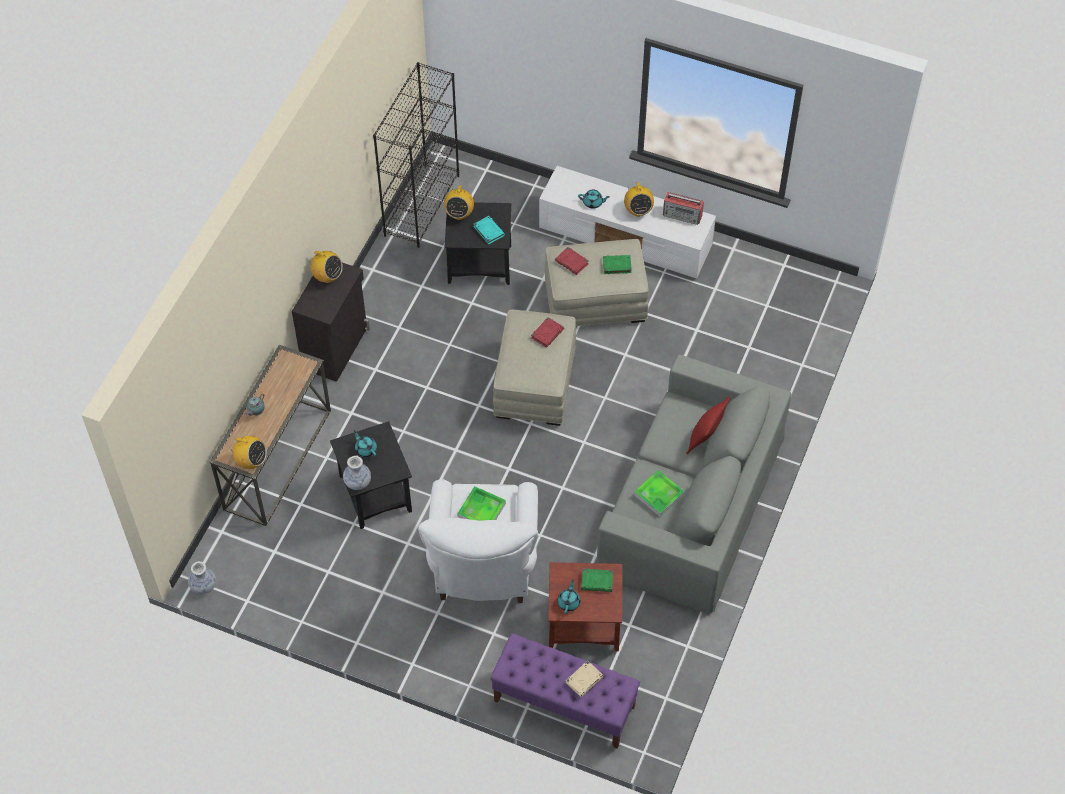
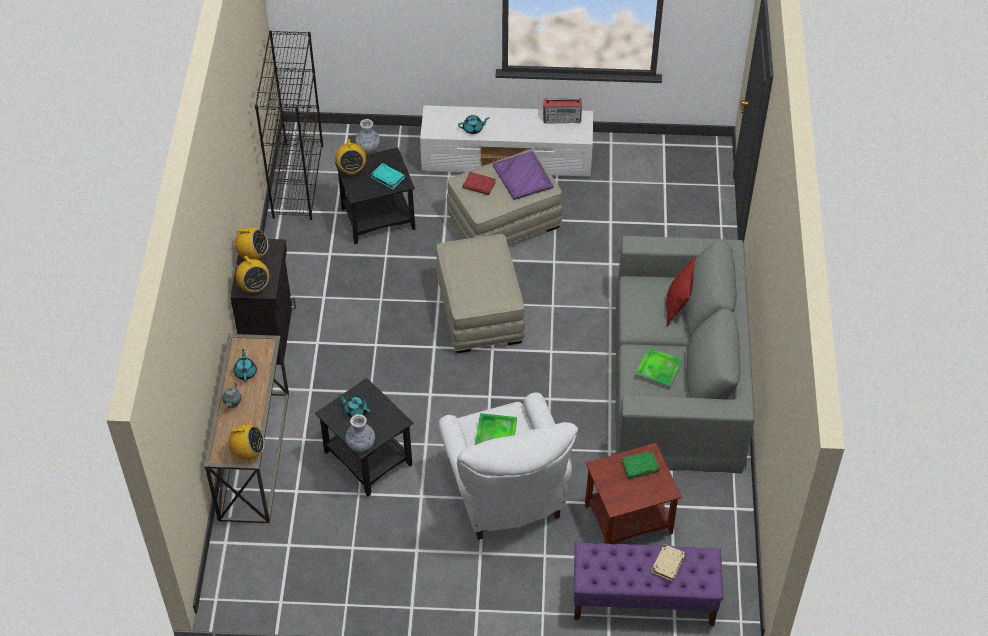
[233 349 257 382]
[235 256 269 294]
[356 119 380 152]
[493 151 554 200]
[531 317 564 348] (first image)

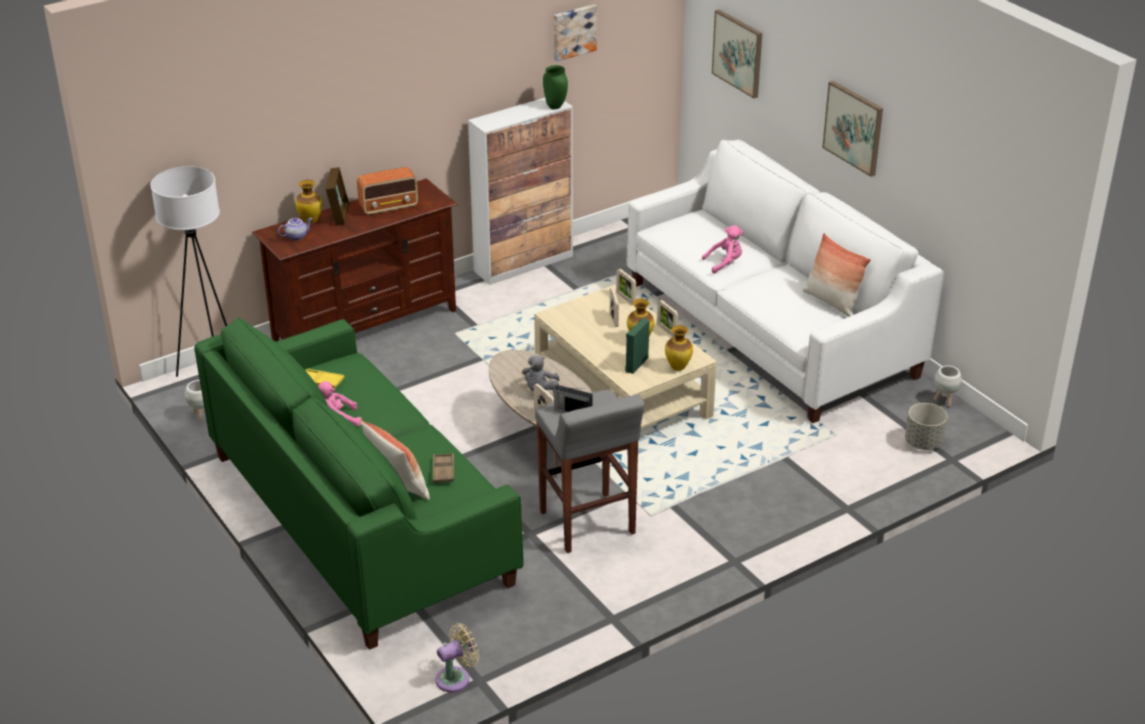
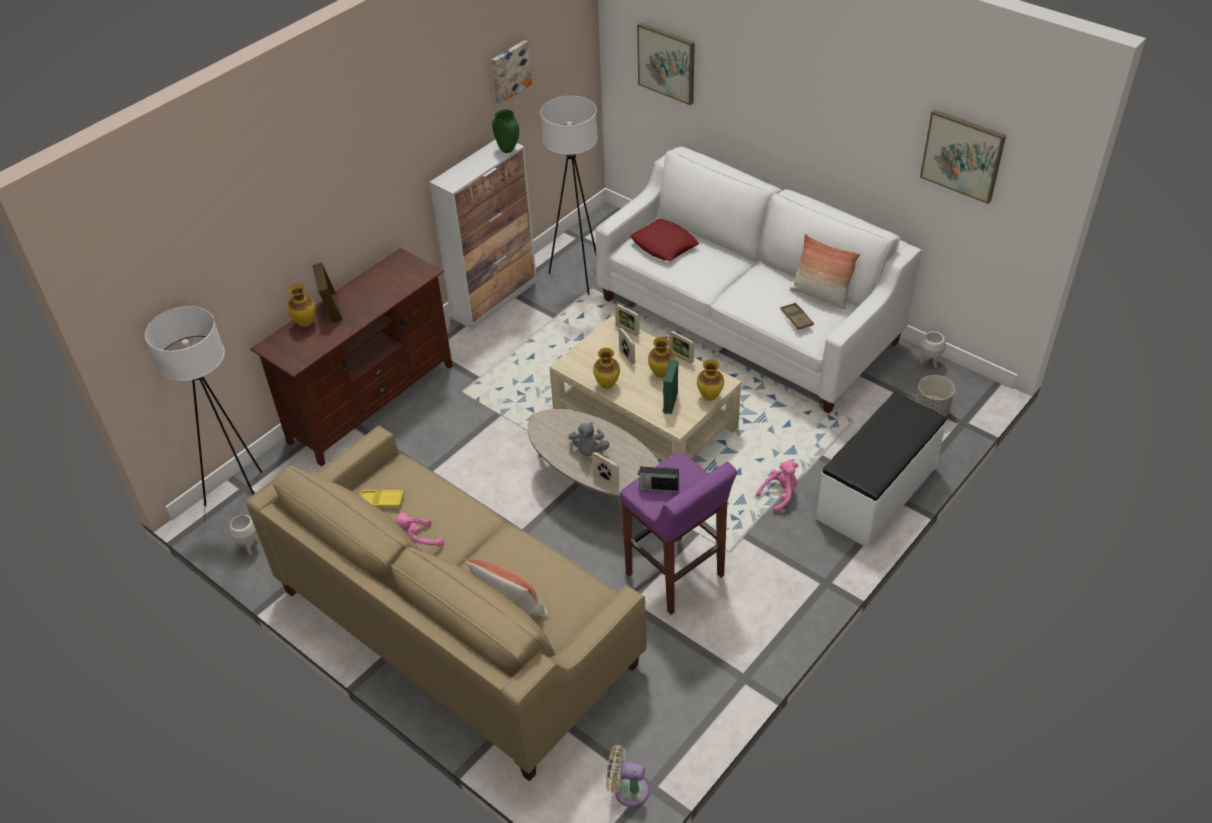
[246 426 647 781]
[540 96 598 295]
[593 348 620 389]
[606 745 649 807]
[620 452 737 615]
[630 219 699 261]
[756 461 799 513]
[781 302 814 330]
[816 392 947 548]
[920 110 1006 204]
[278 218 313 241] (first image)
[357 167 418 215] (first image)

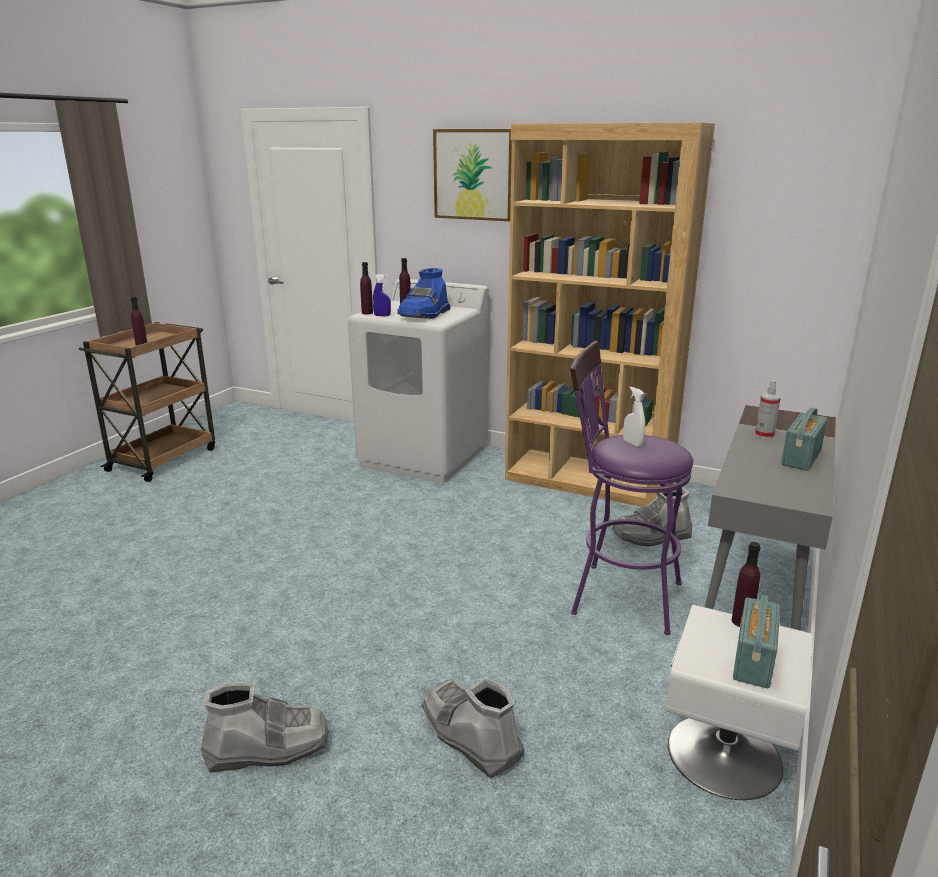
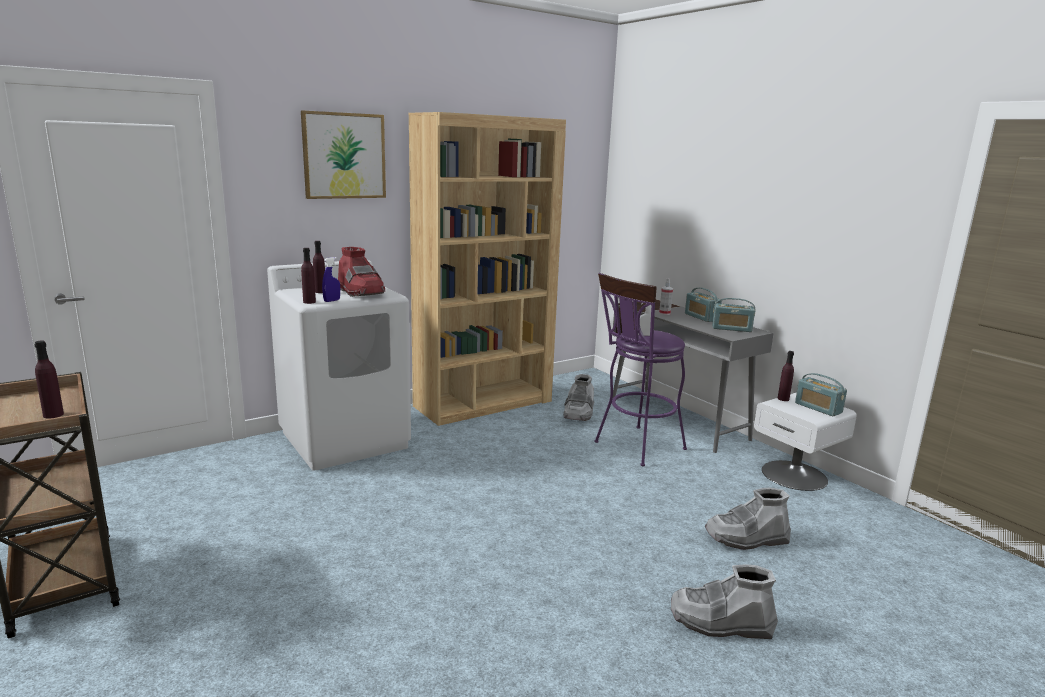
[338 247 385 297]
[671 564 778 639]
[712 298 755 332]

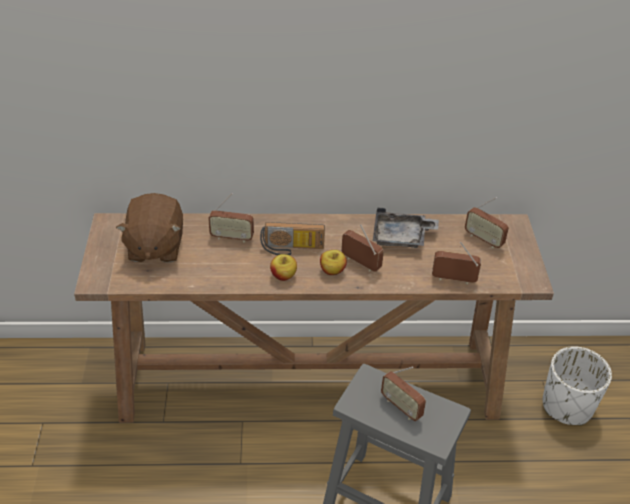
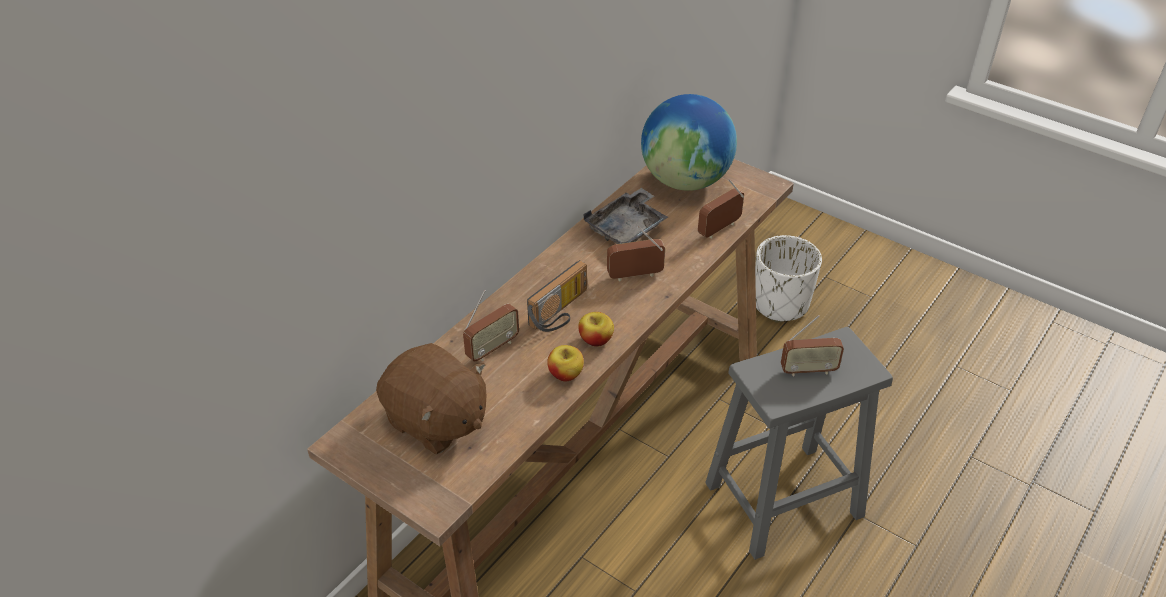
[547 345 584 381]
[641 94 737 191]

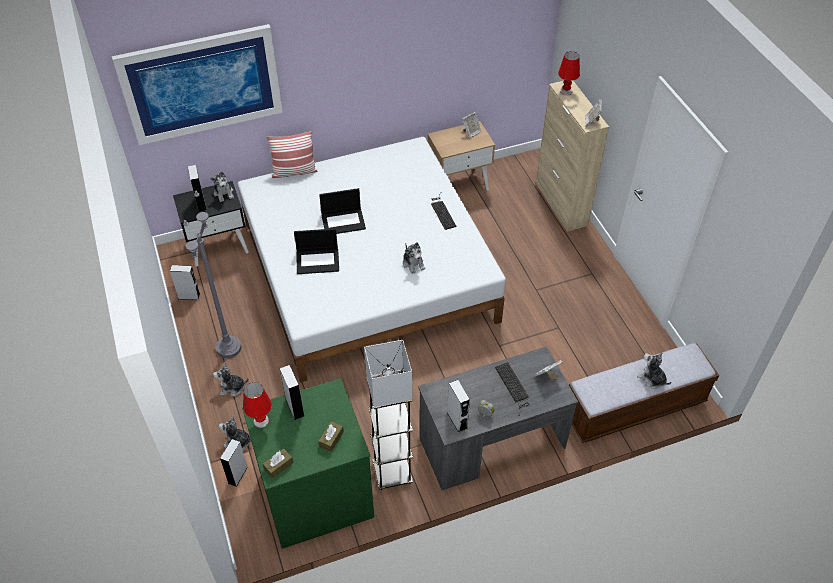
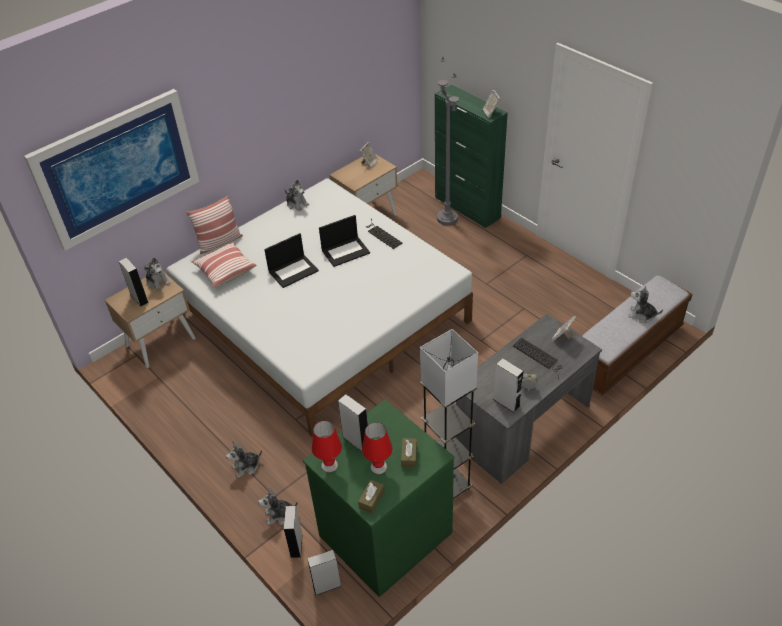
[105 272 195 368]
[192 242 256 288]
[285 180 309 211]
[307 550 341 595]
[319 215 370 267]
[362 422 393 474]
[435 85 508 228]
[437 56 459 225]

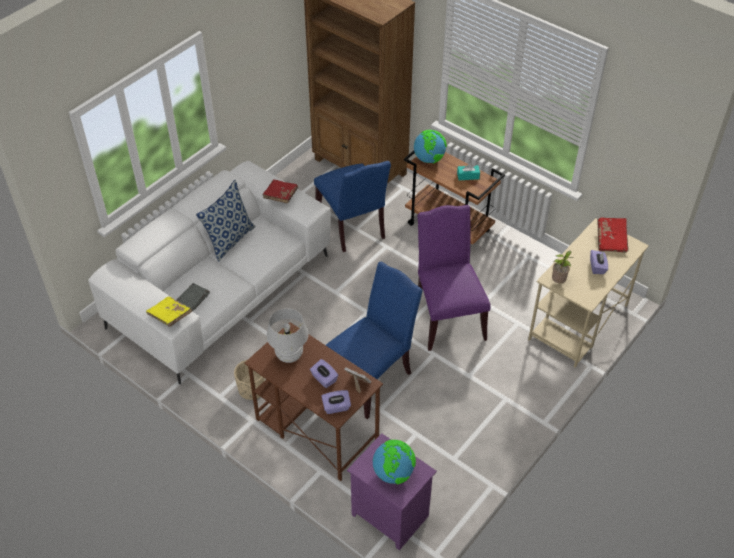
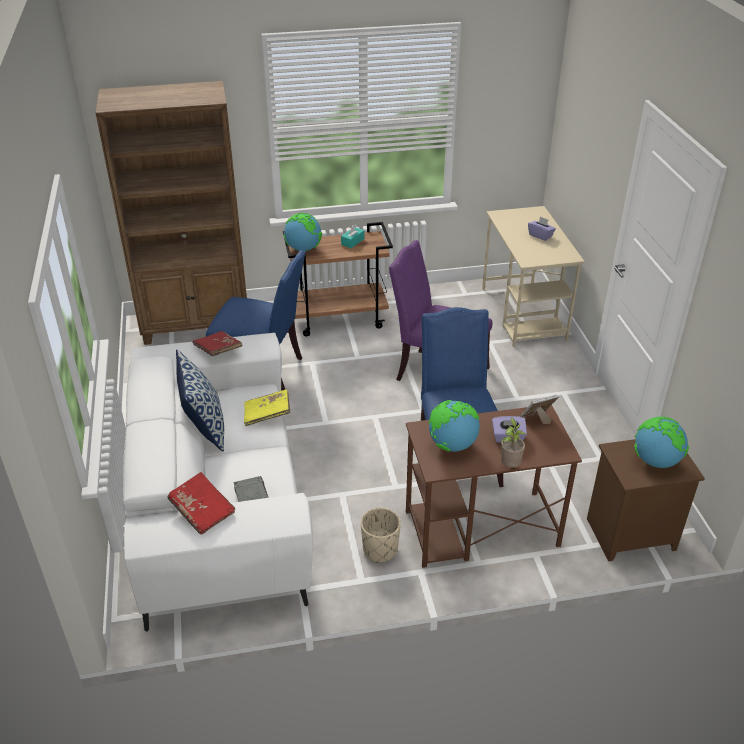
[167 472 235 535]
[244 389 290 426]
[429 400 480 452]
[501 417 527 467]
[587 439 705 561]
[321 390 351 414] (first image)

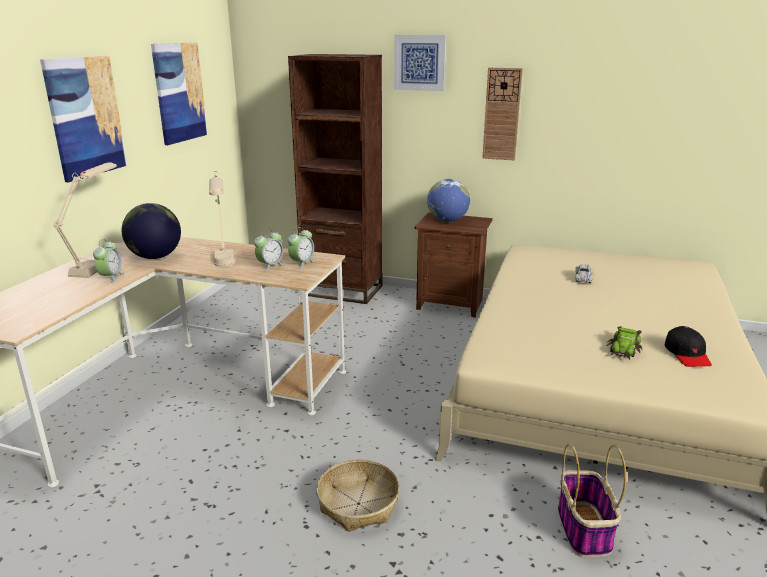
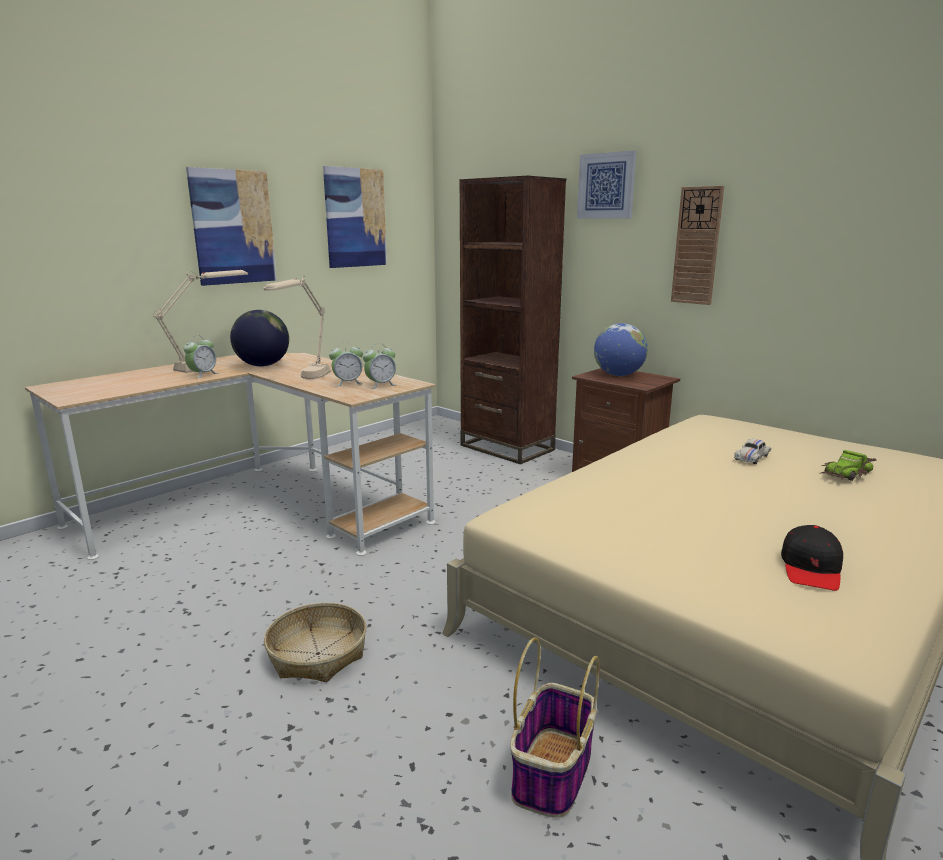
[819 450 877 481]

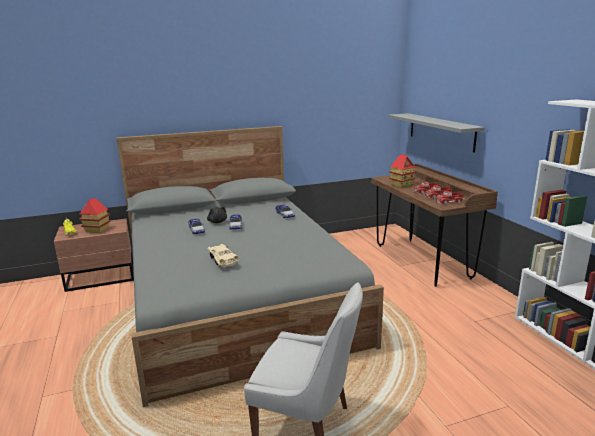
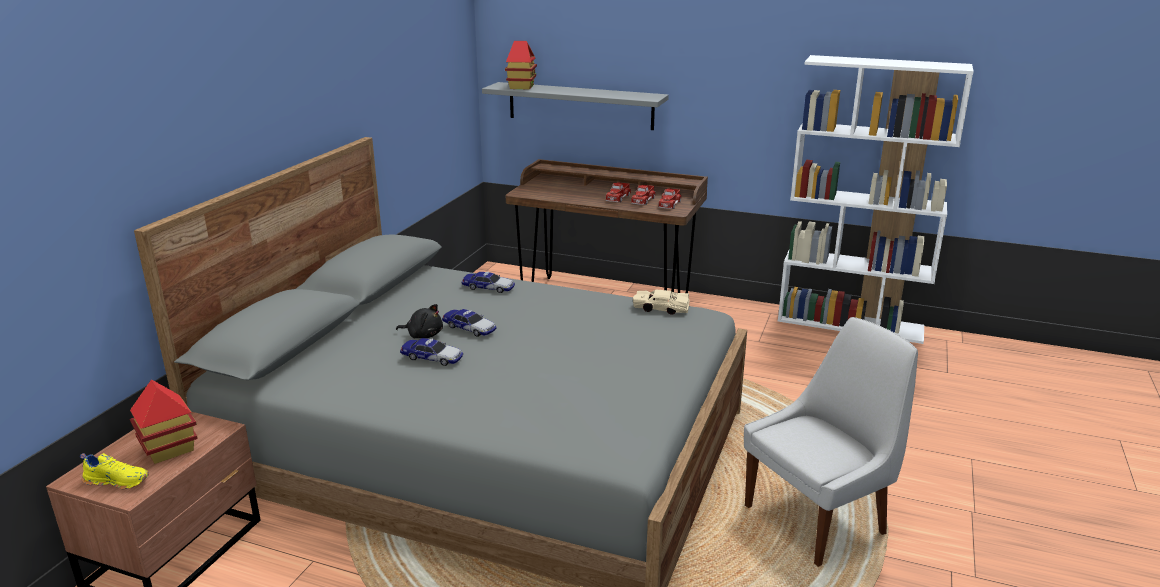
[505 41 537 89]
[633 289 689 315]

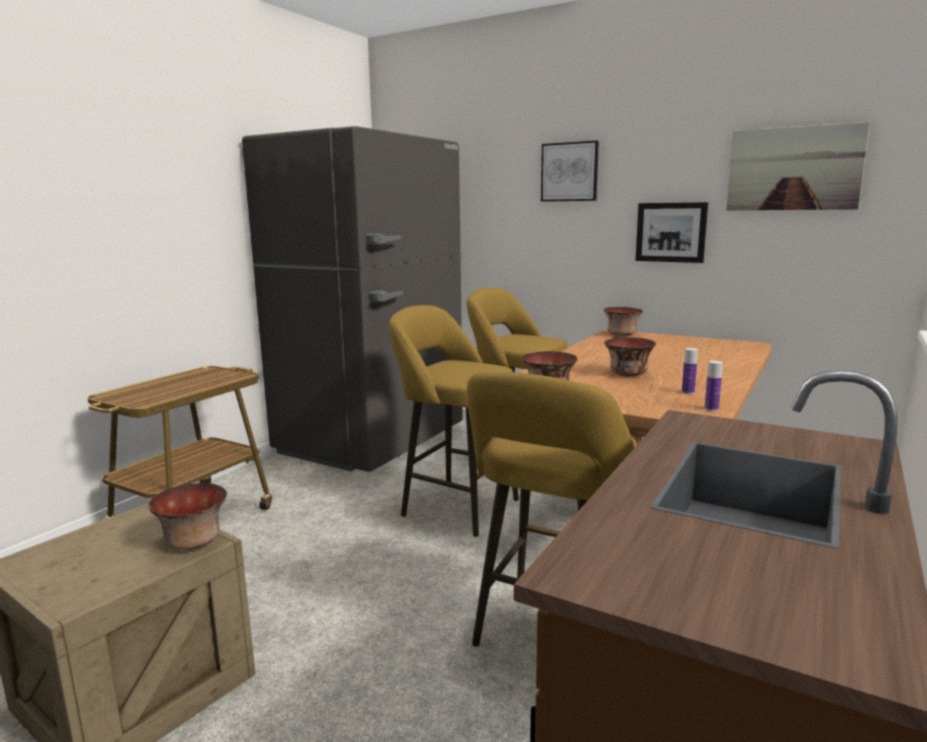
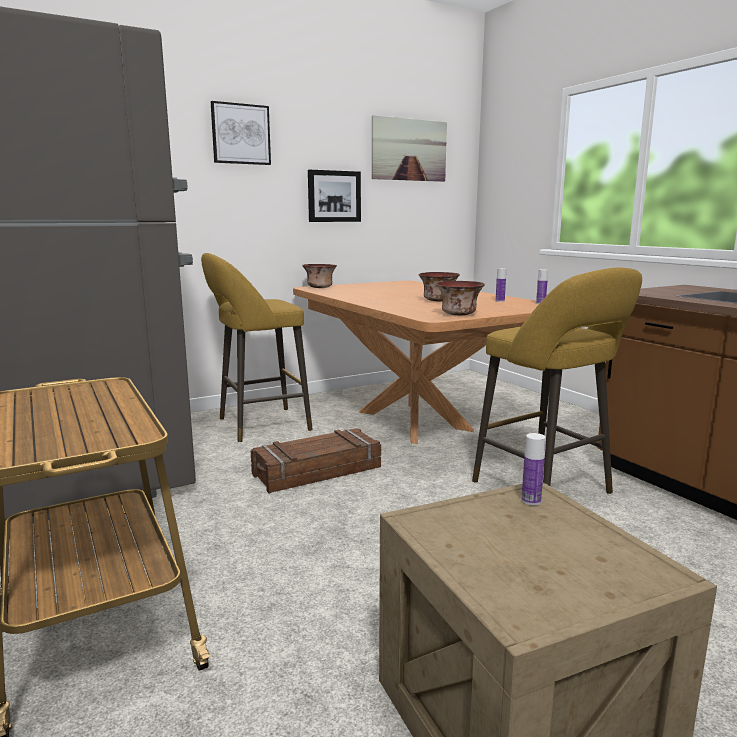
[251 428 381 493]
[521 433 546 505]

